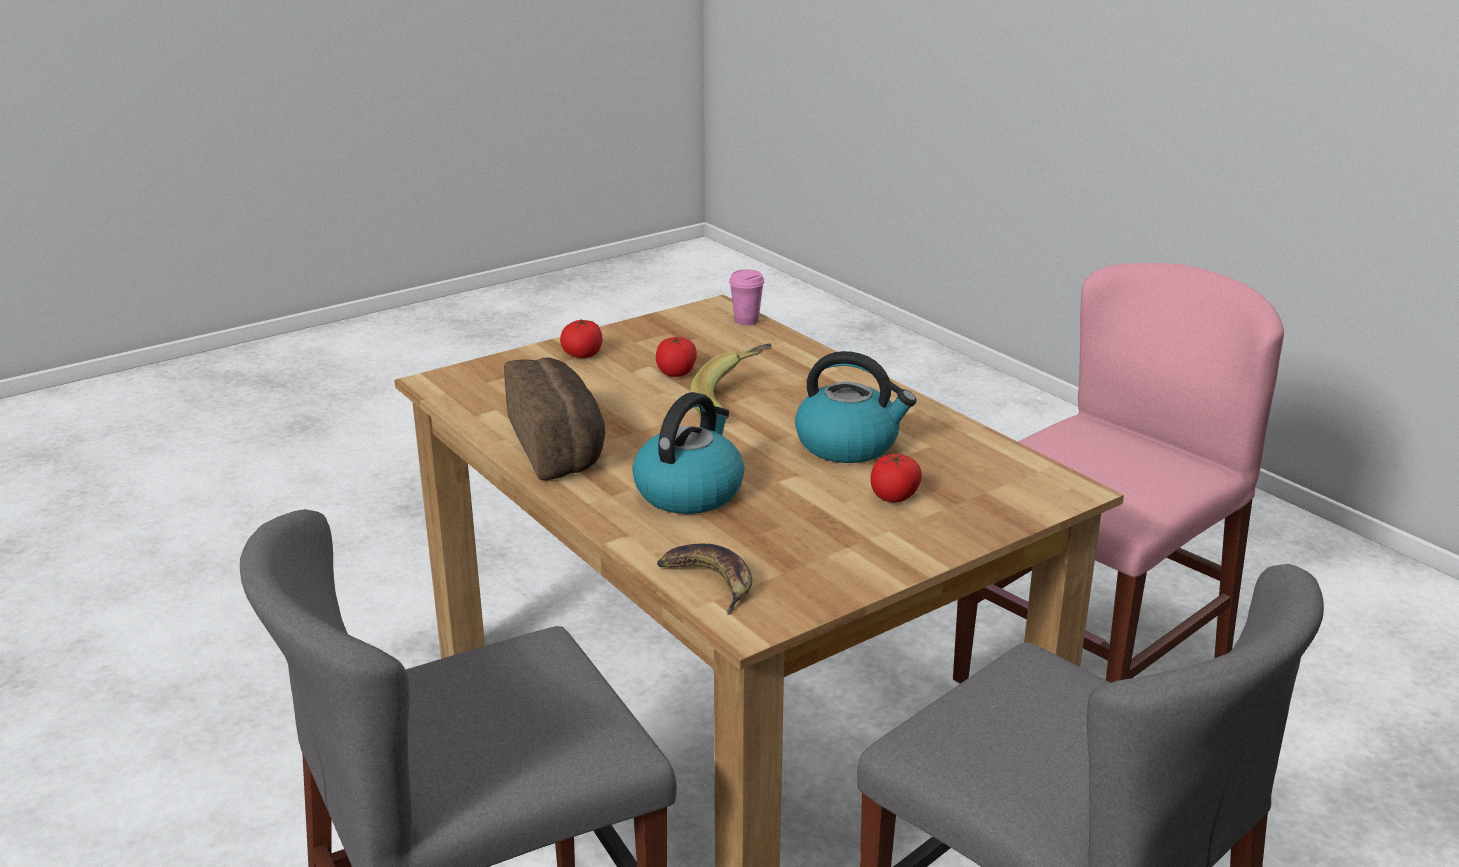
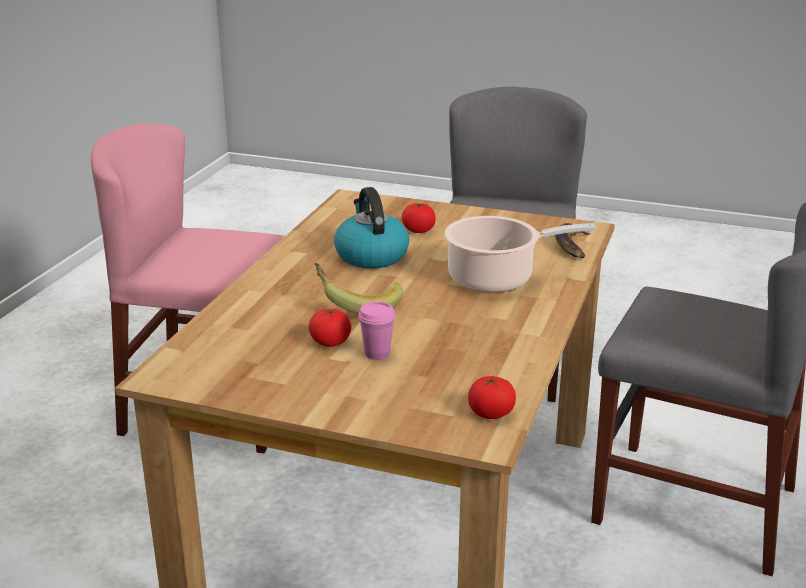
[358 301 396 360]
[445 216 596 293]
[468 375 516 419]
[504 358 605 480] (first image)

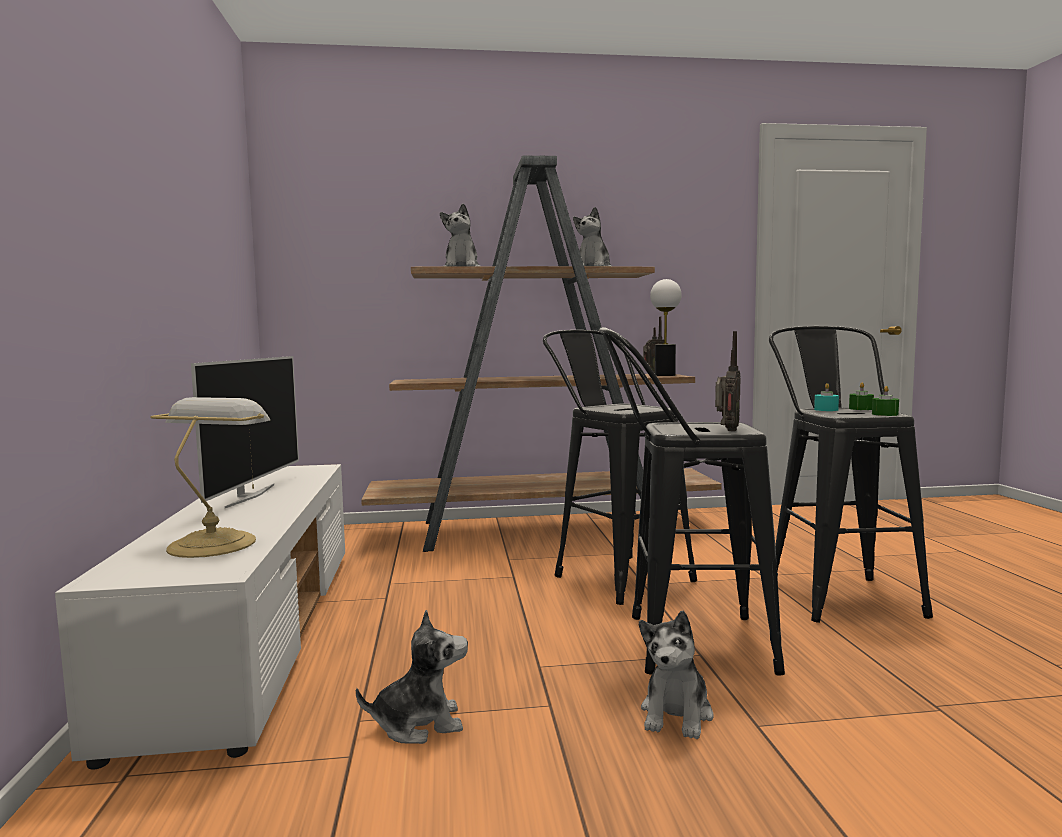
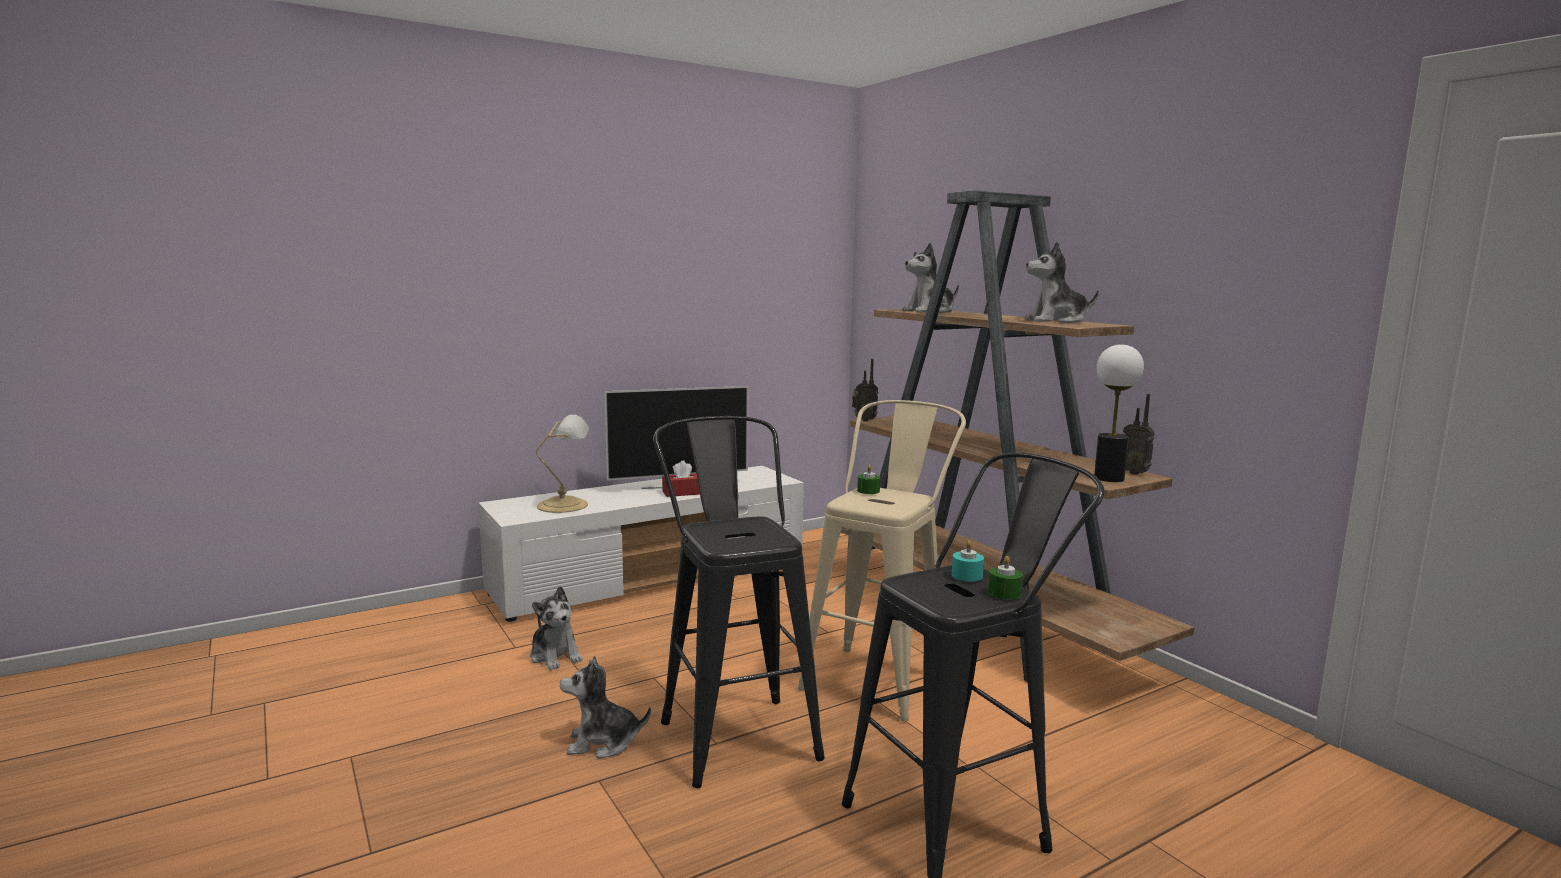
[662 461 700 497]
[798 400 966 722]
[852 359 878 422]
[857 465 880 494]

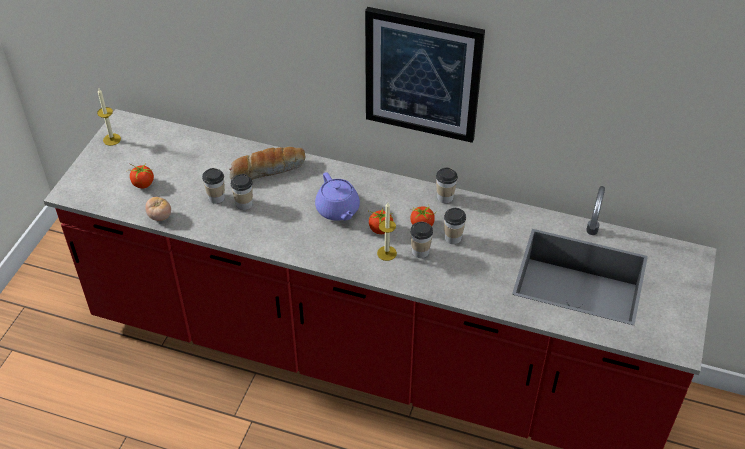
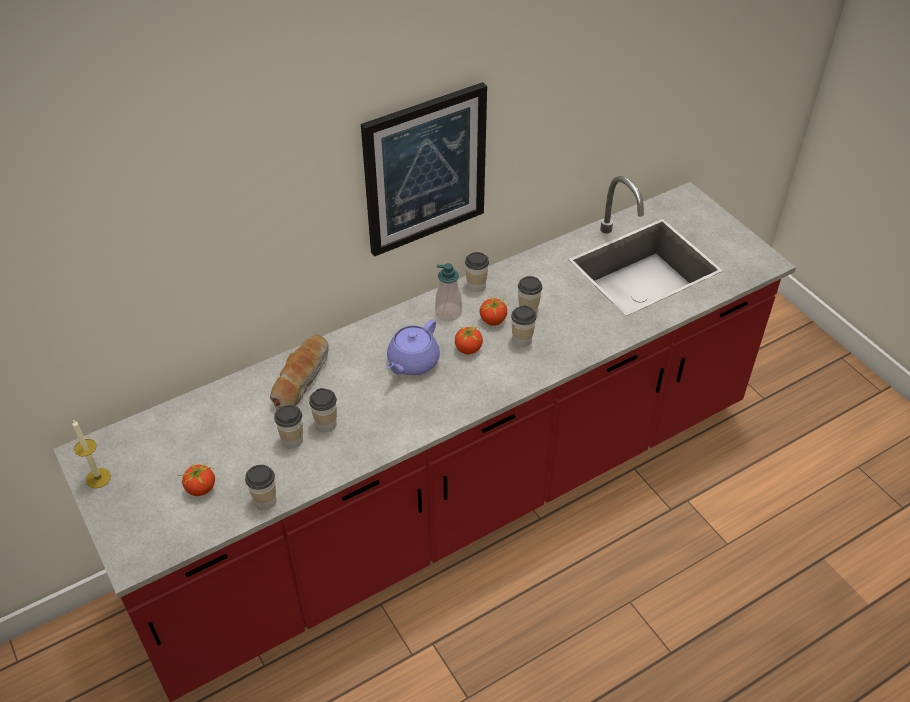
[245 465 276 510]
[386 319 440 375]
[435 263 462 321]
[377 202 397 261] (first image)

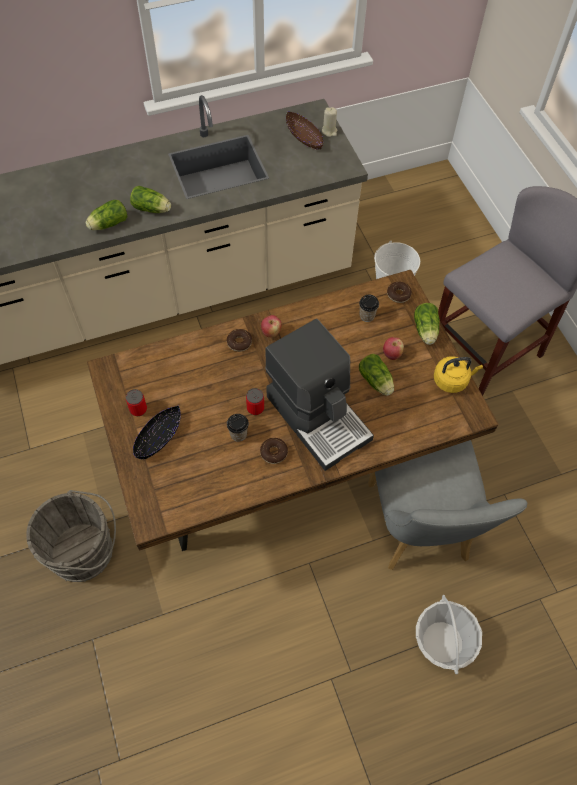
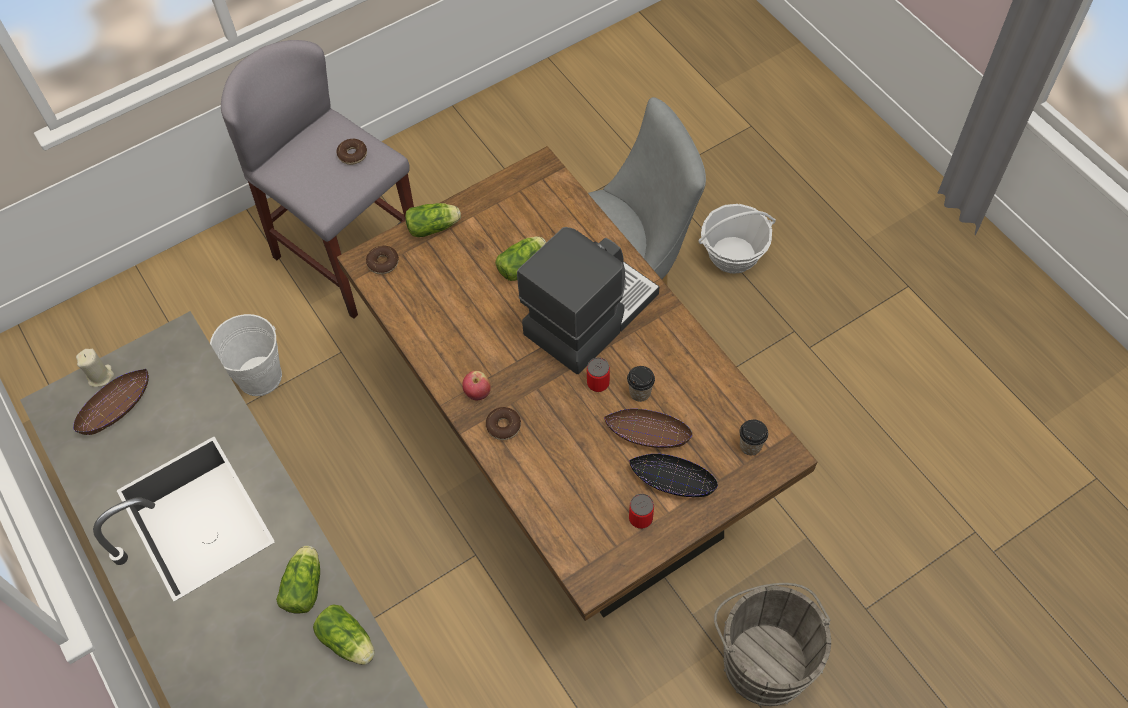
[336 139 367 165]
[604 409 693 448]
[740 419 768 455]
[383 337 404 360] (first image)
[434 356 483 393] (first image)

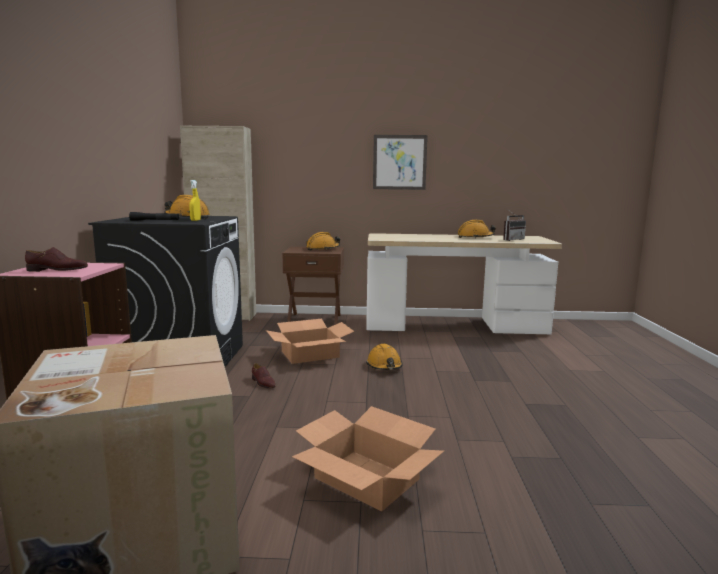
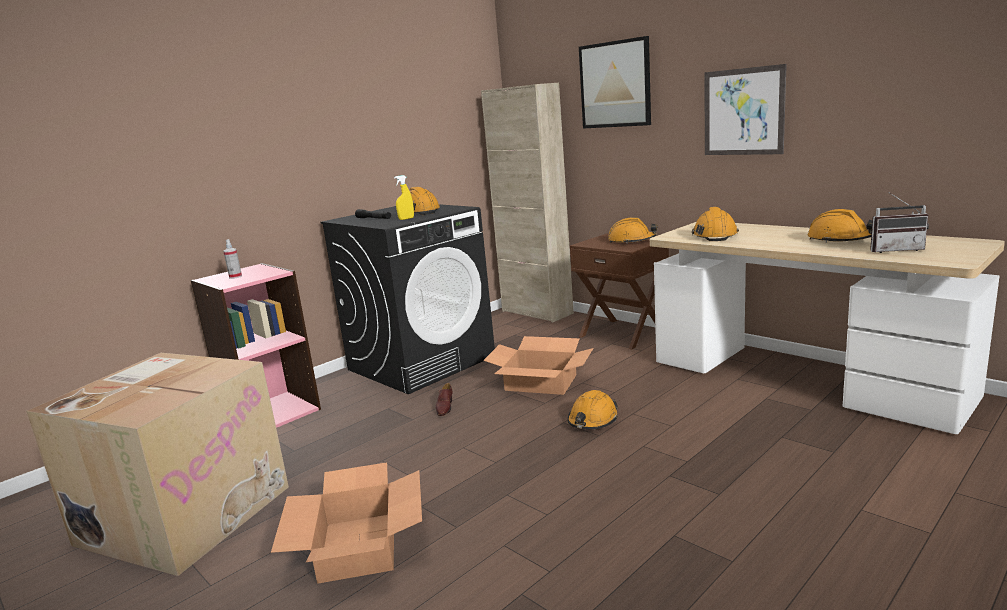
[223 239 242 279]
[579 36 651 129]
[692 207 739 241]

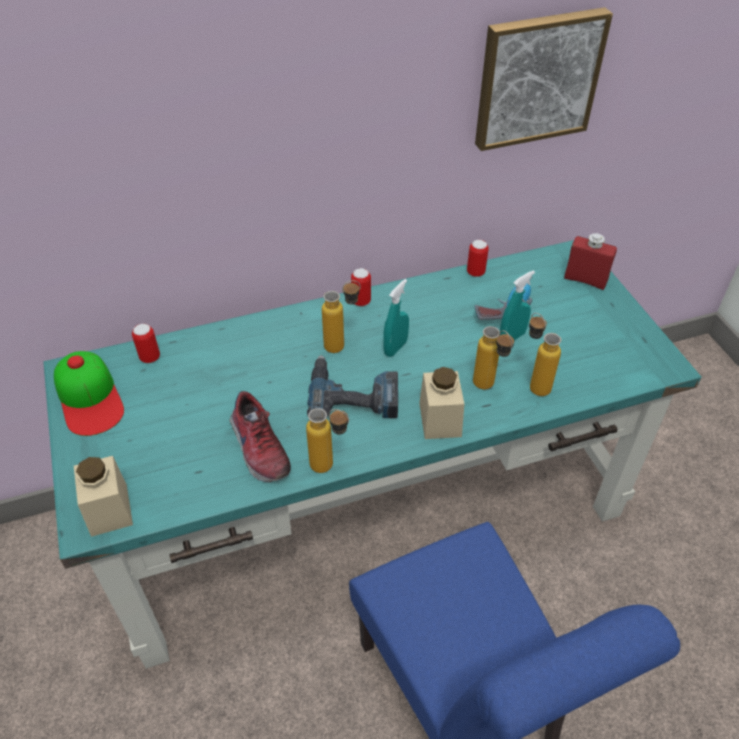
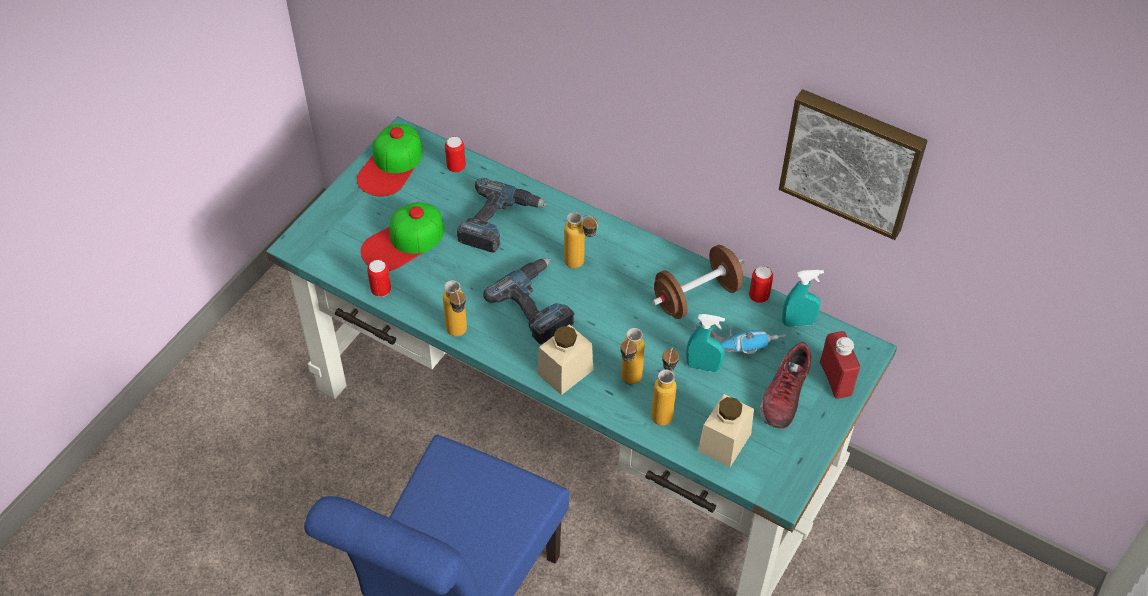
[361 202 444 271]
[367 260 391 297]
[457 178 547 253]
[652 245 744 319]
[698 394 754 467]
[759 342 812 429]
[782 270 824 327]

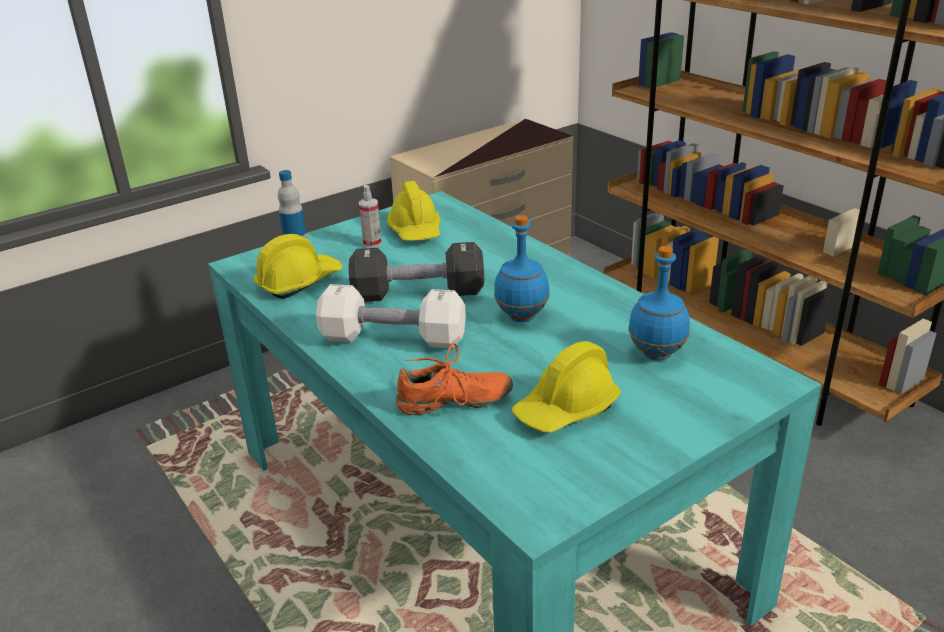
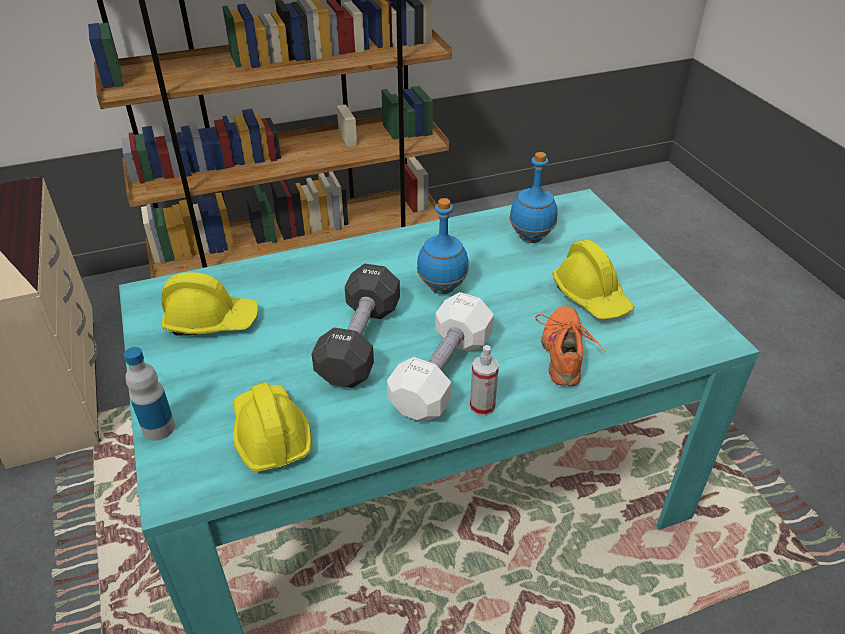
[470 345 499 416]

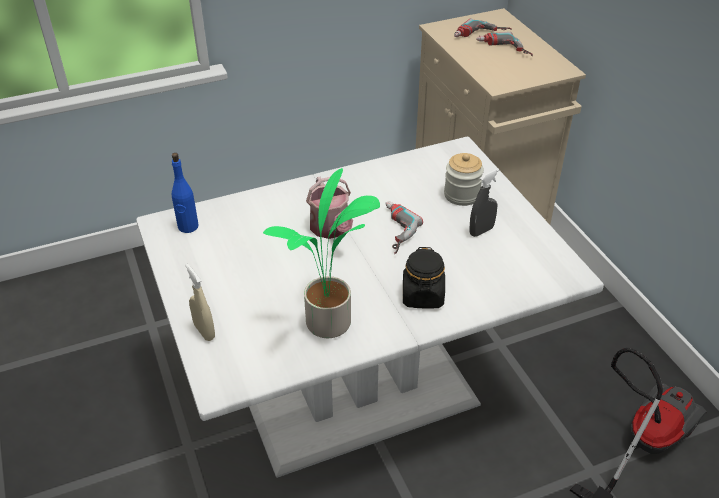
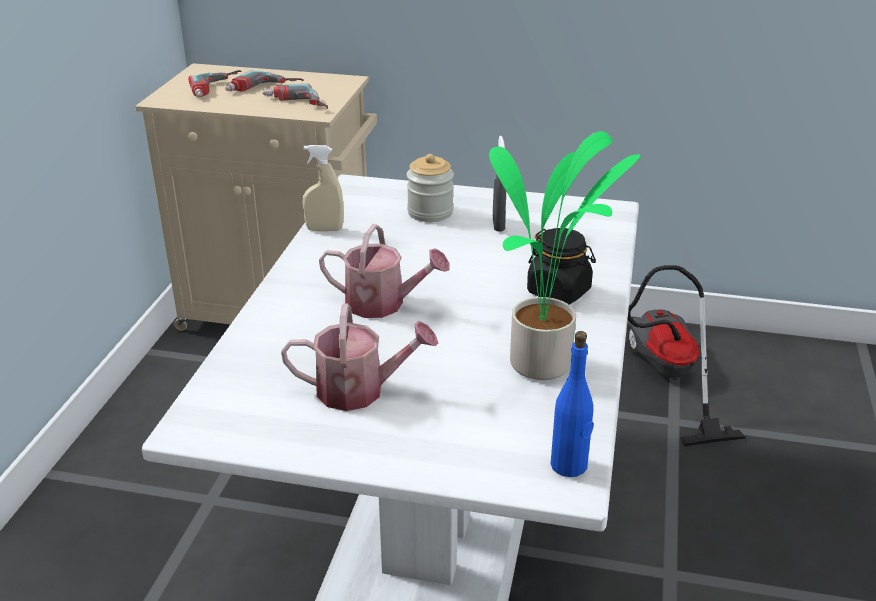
[262 83 328 109]
[281 303 438 411]
[303 145 344 231]
[551 331 594 477]

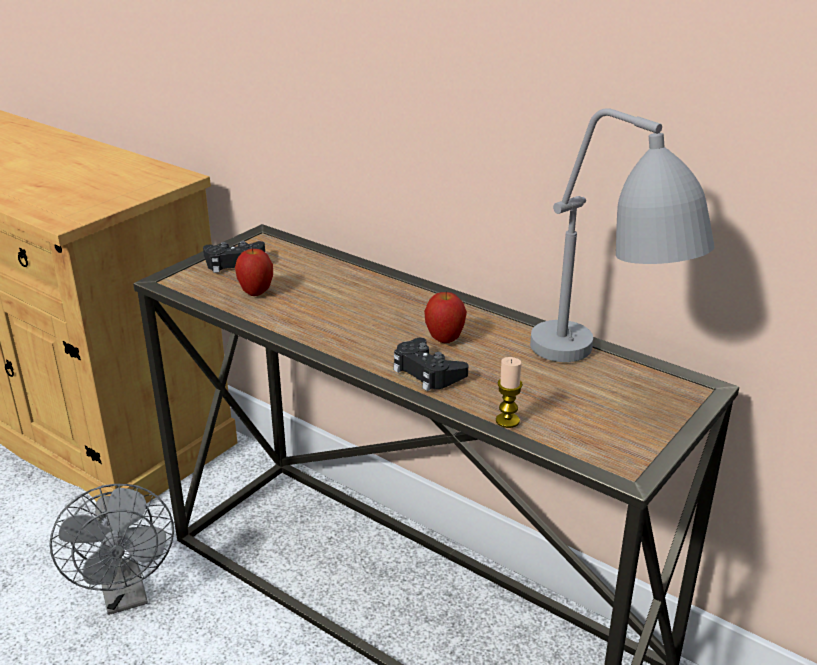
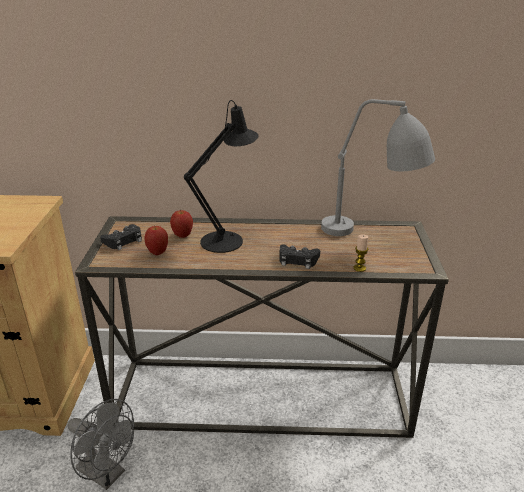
[170 209 193 238]
[184 100 259 253]

